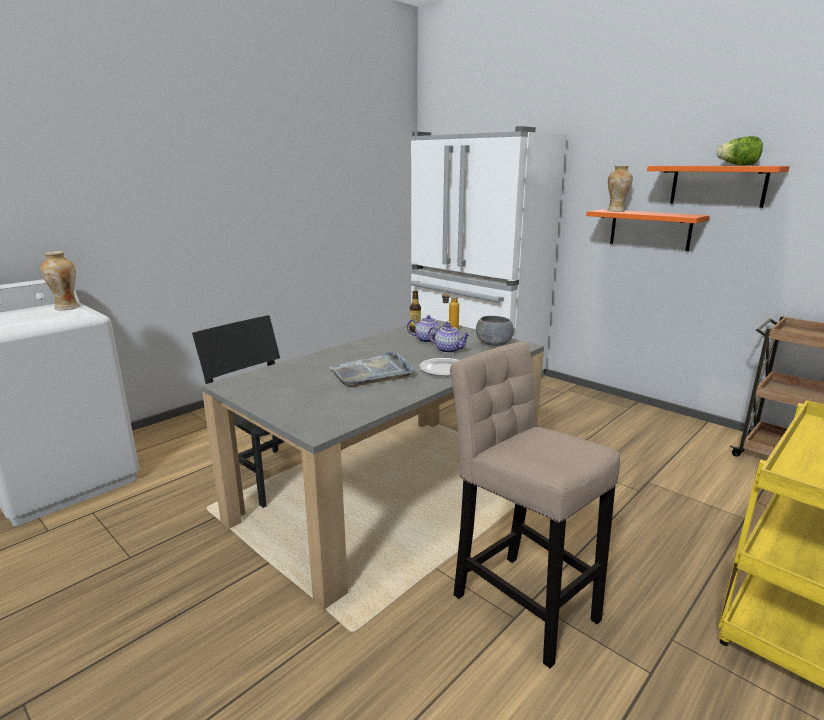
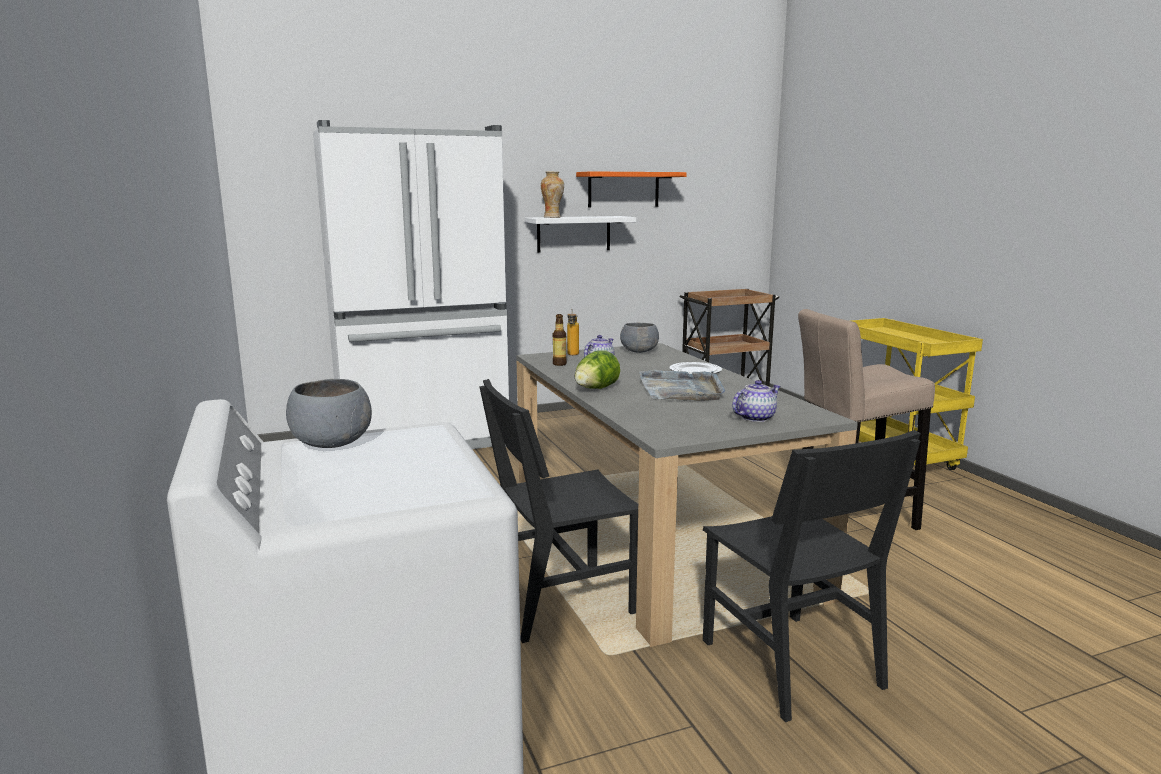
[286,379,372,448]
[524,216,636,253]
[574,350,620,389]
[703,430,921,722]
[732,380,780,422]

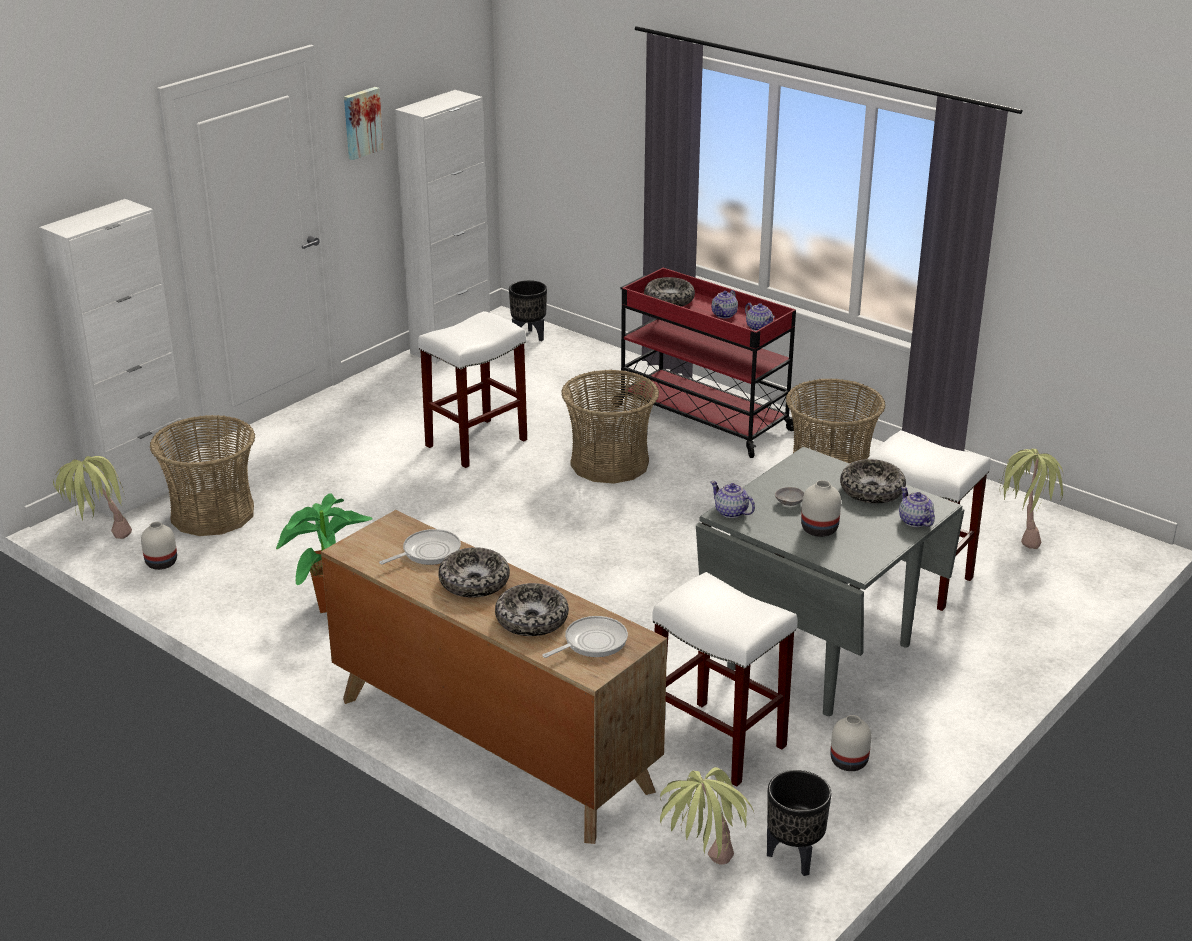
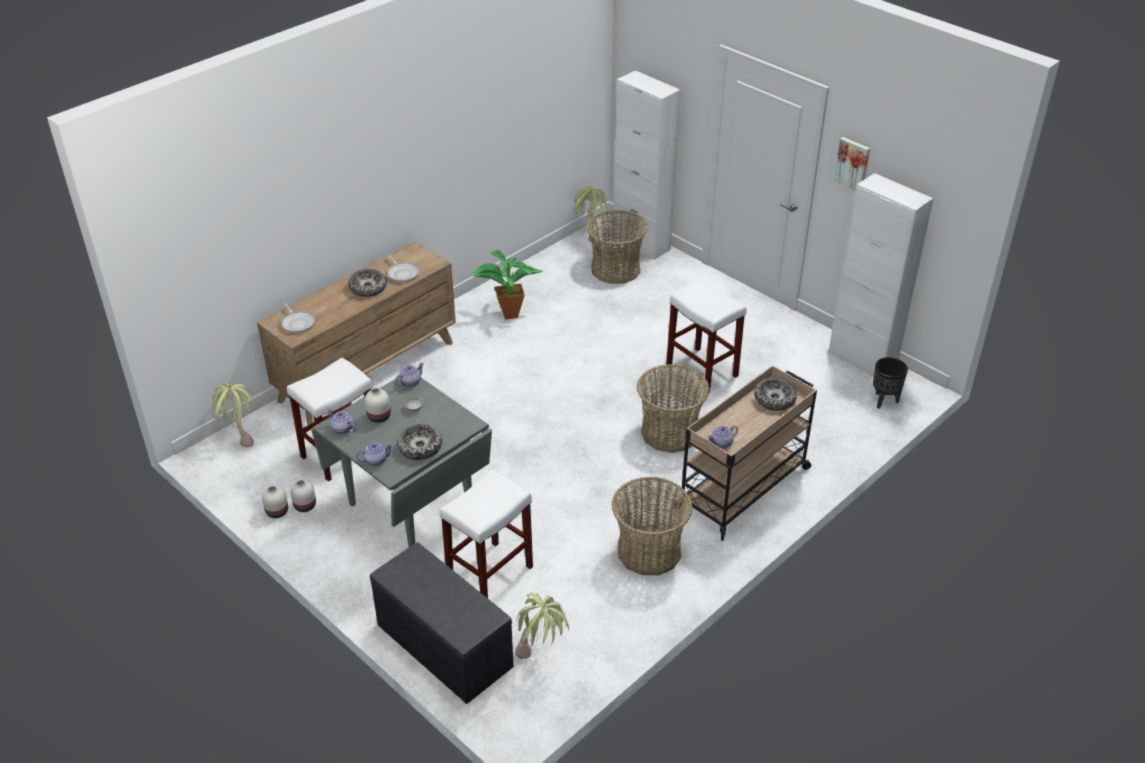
[262,486,288,518]
[327,409,356,434]
[370,542,514,704]
[671,365,817,541]
[495,583,569,636] (first image)
[767,770,832,876] (first image)

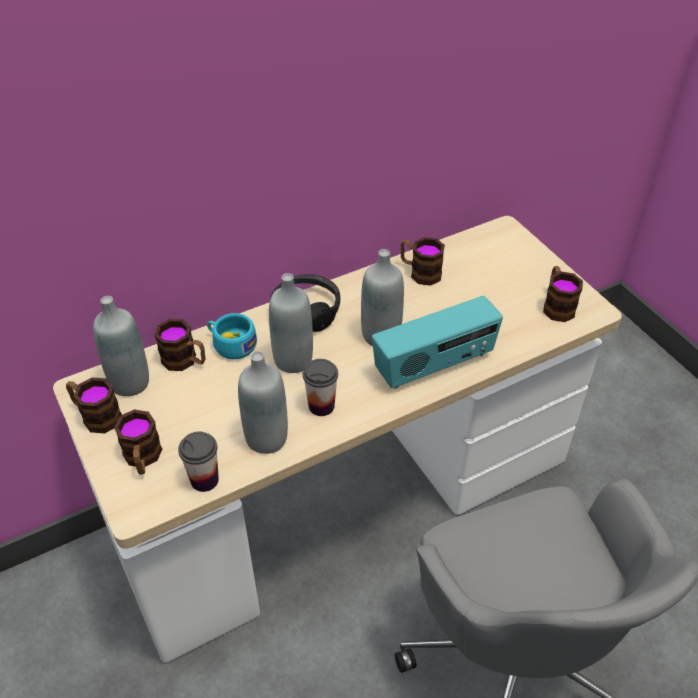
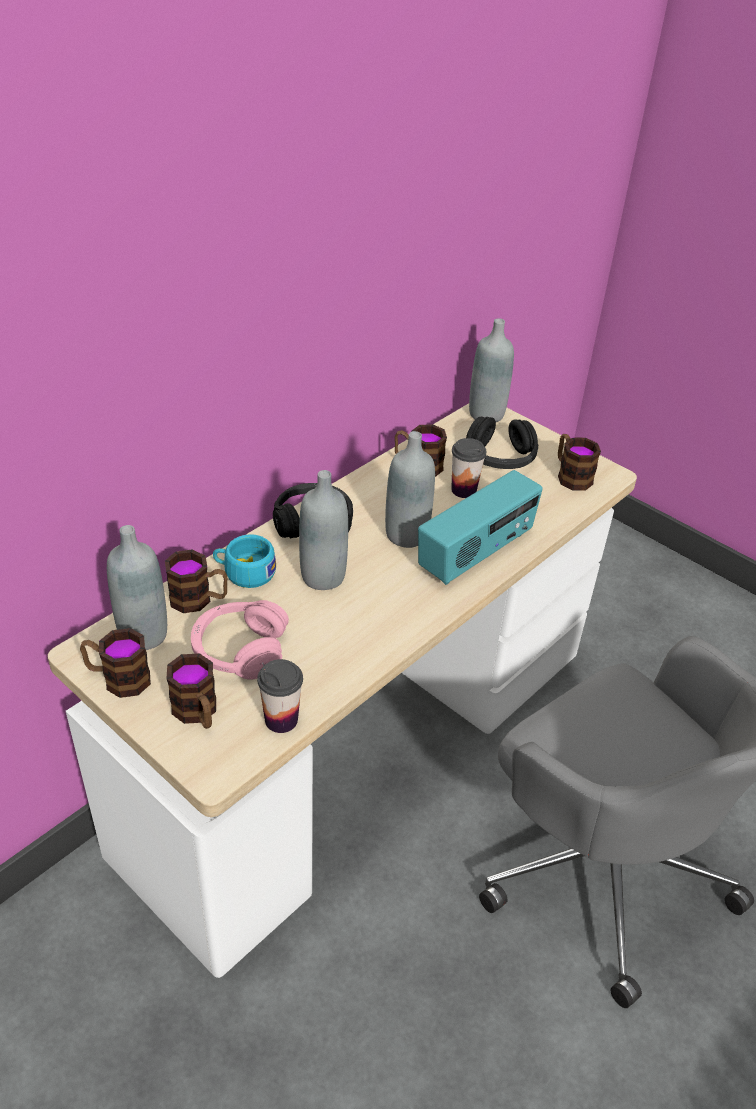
[191,600,289,679]
[451,438,487,498]
[466,416,538,469]
[469,318,514,422]

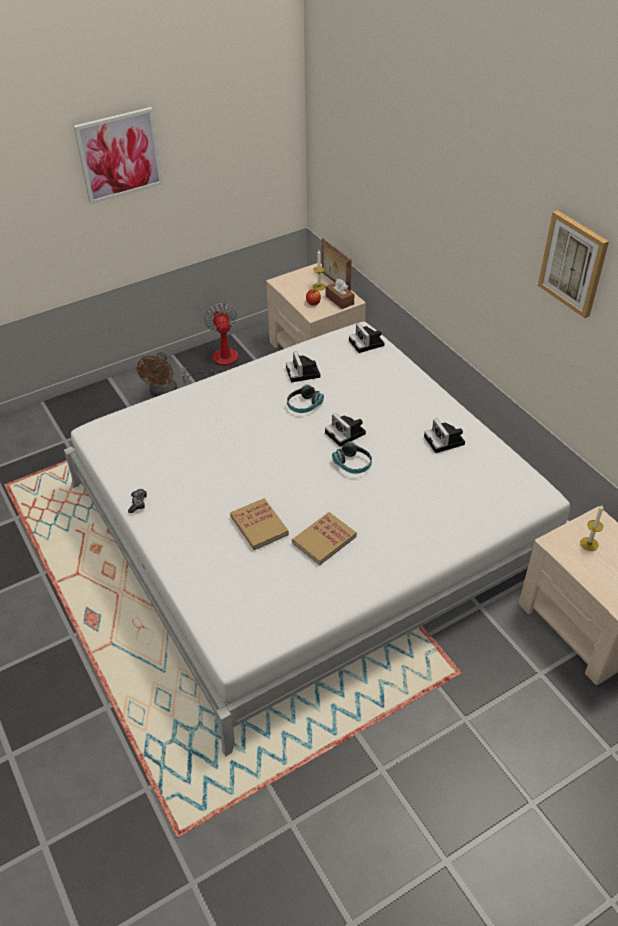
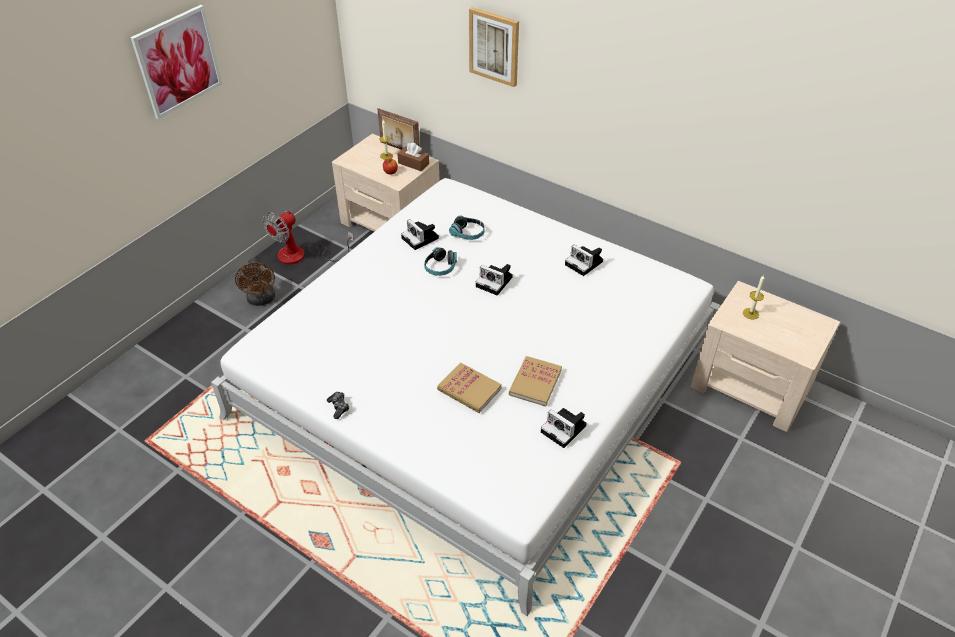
[262,211,354,265]
[449,216,485,240]
[469,7,519,87]
[541,408,587,448]

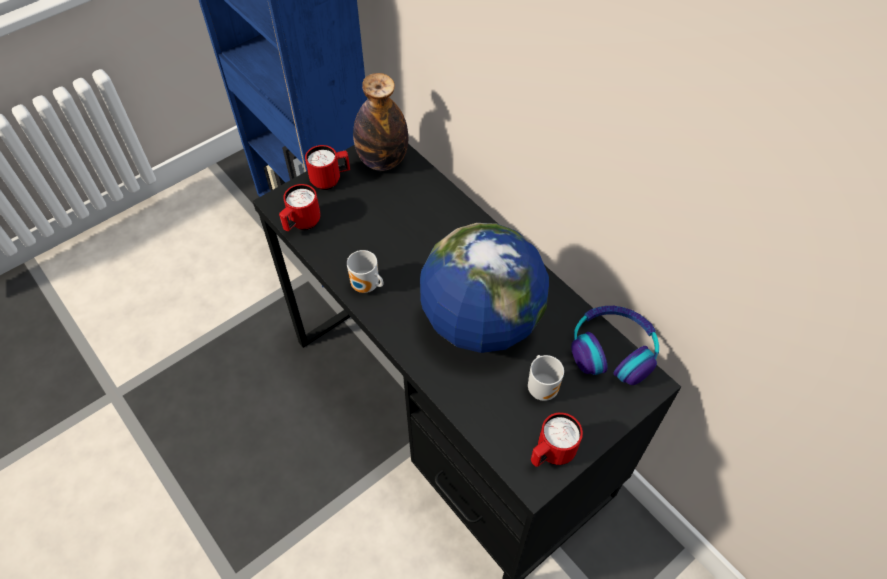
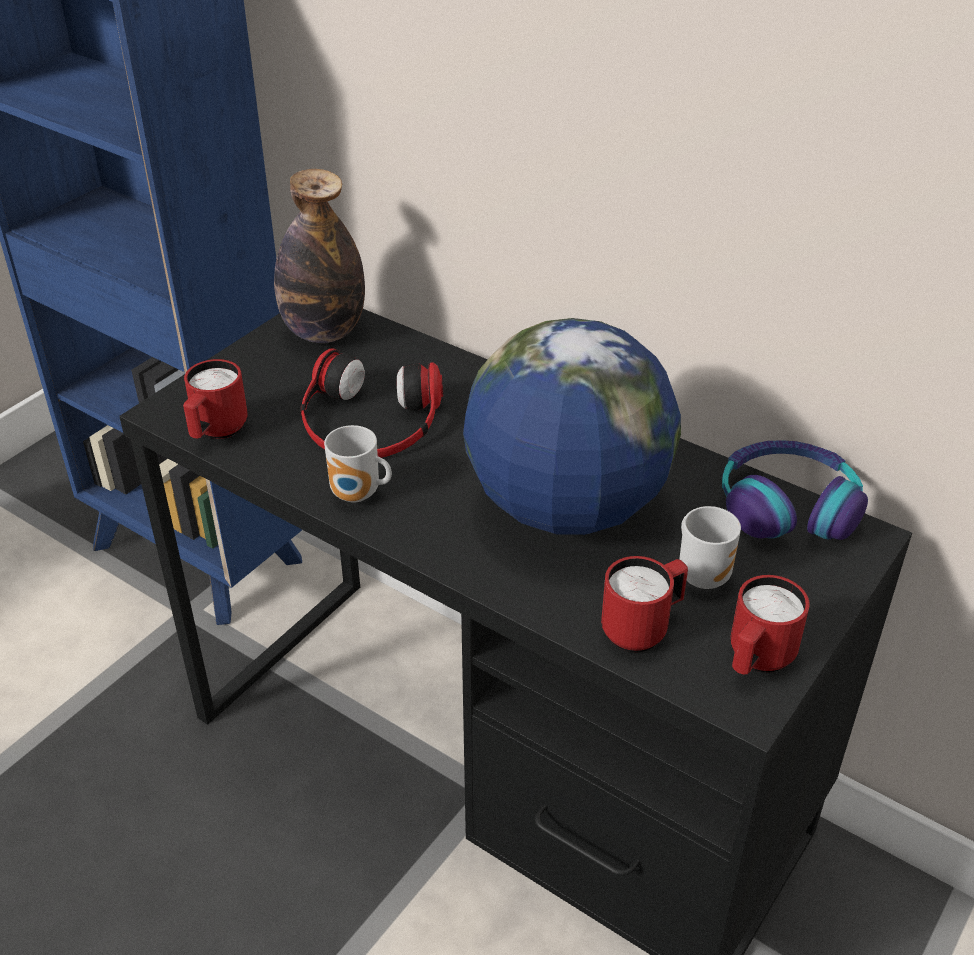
[300,349,443,458]
[601,556,688,652]

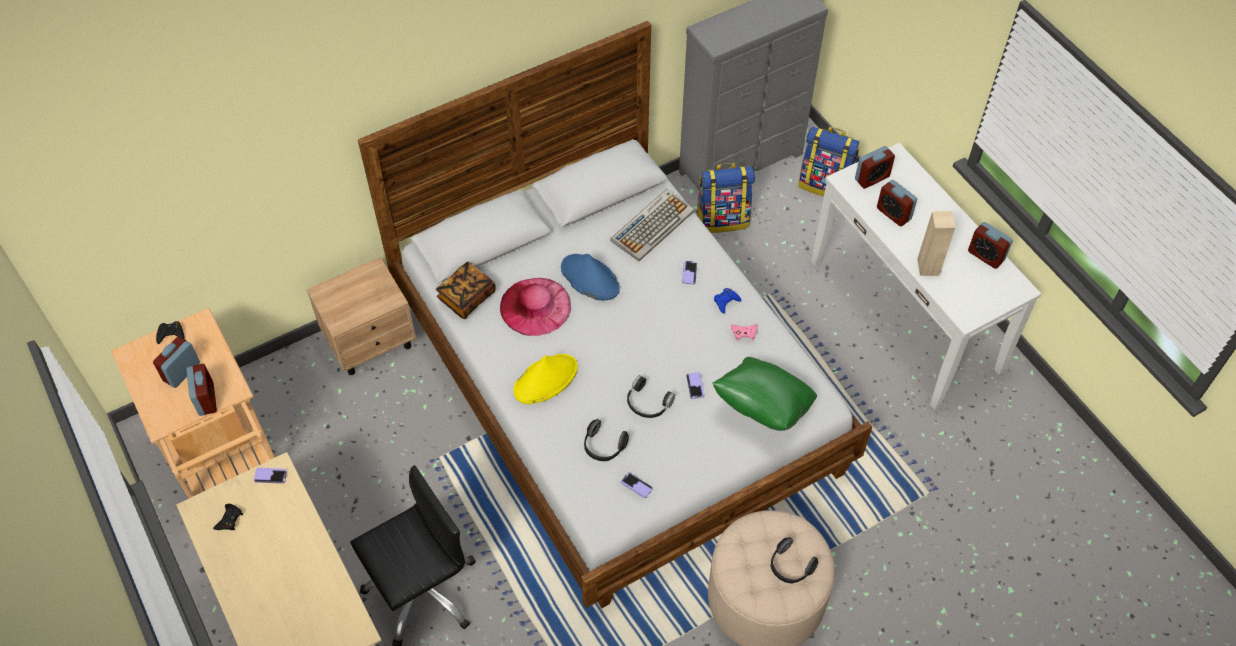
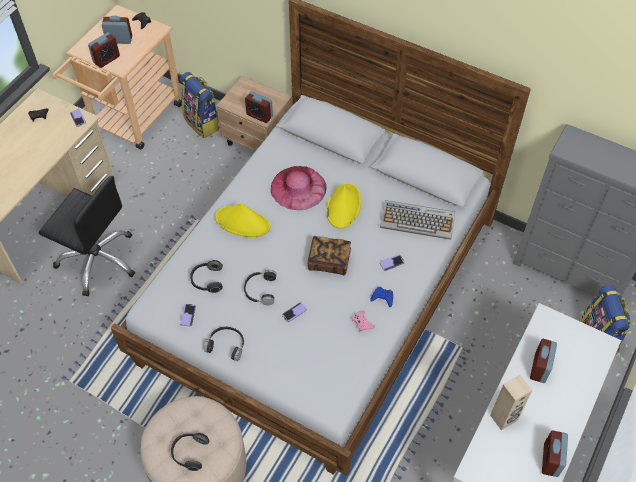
[180,72,220,138]
[204,327,244,361]
[245,91,273,123]
[308,236,351,275]
[327,183,361,229]
[712,357,817,431] (first image)

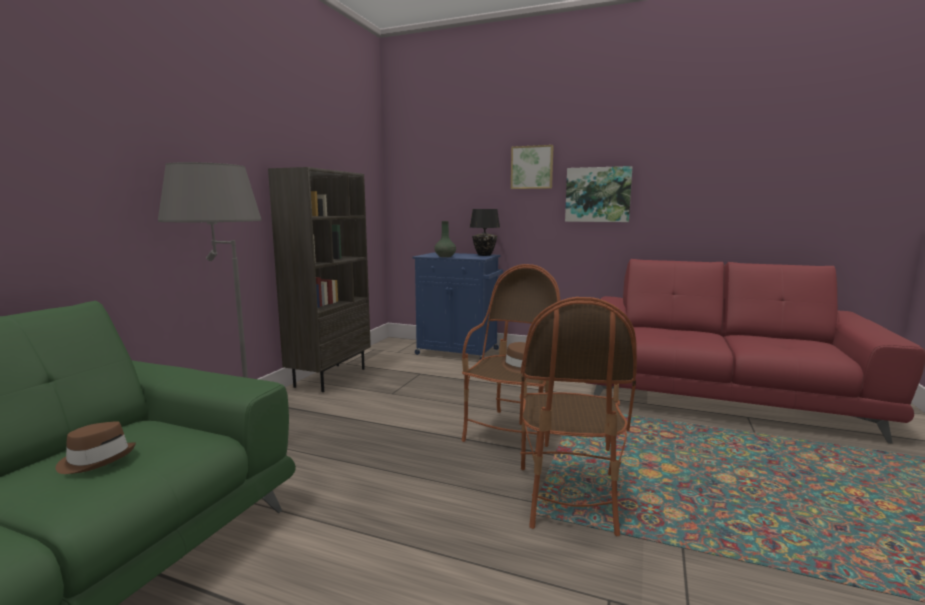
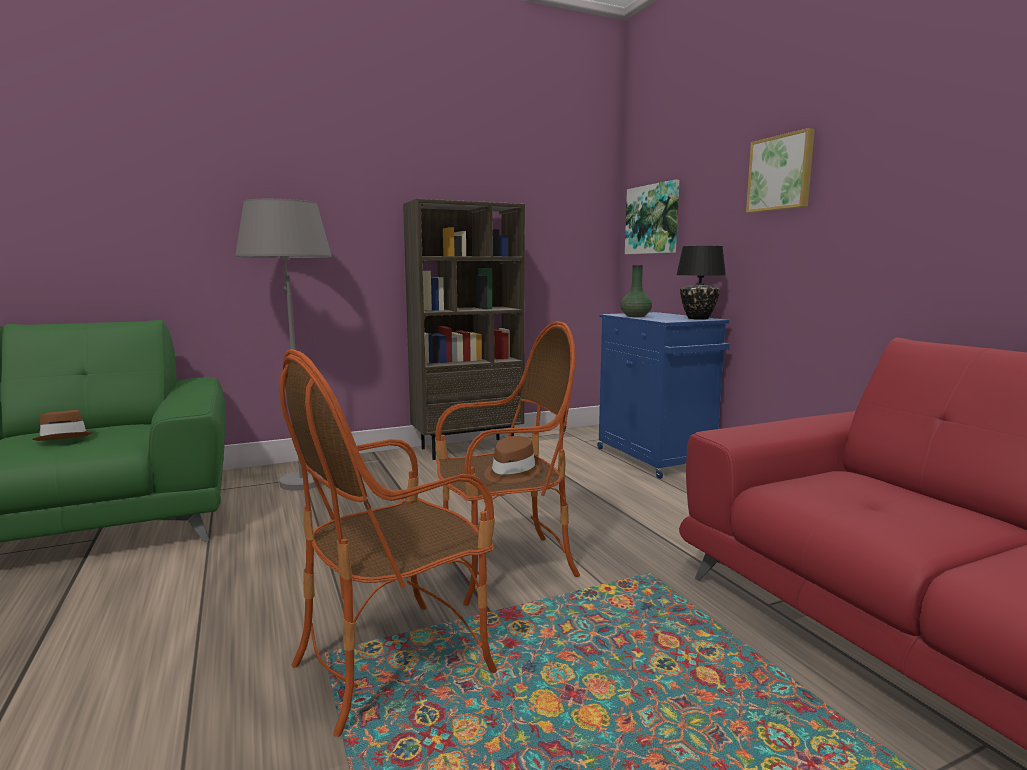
[625,180,679,254]

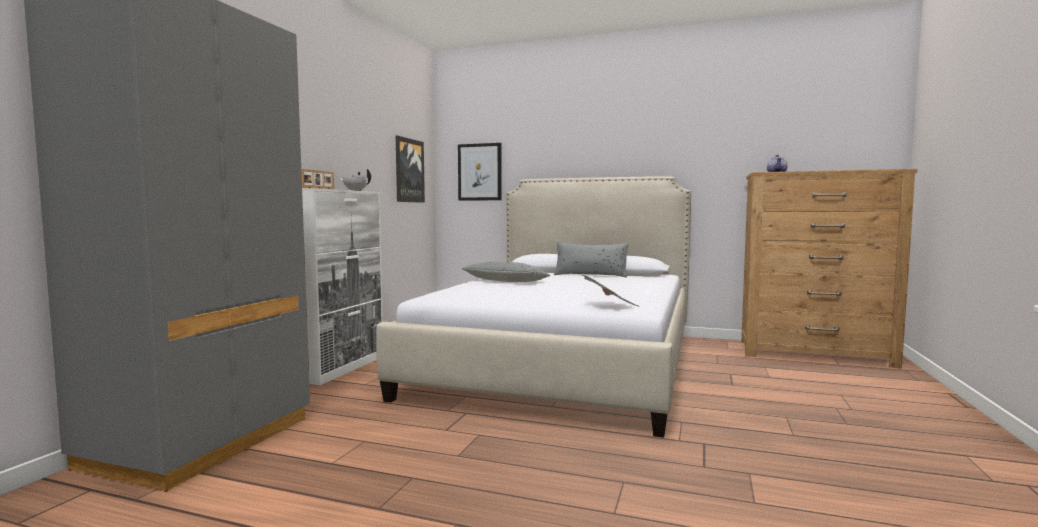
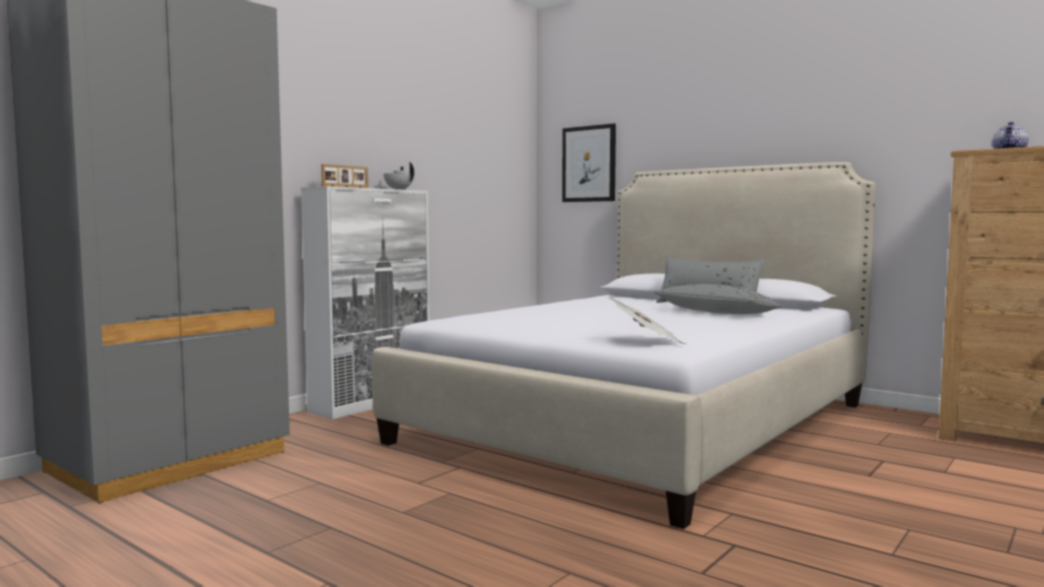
[654,284,782,314]
[396,136,425,203] (first image)

